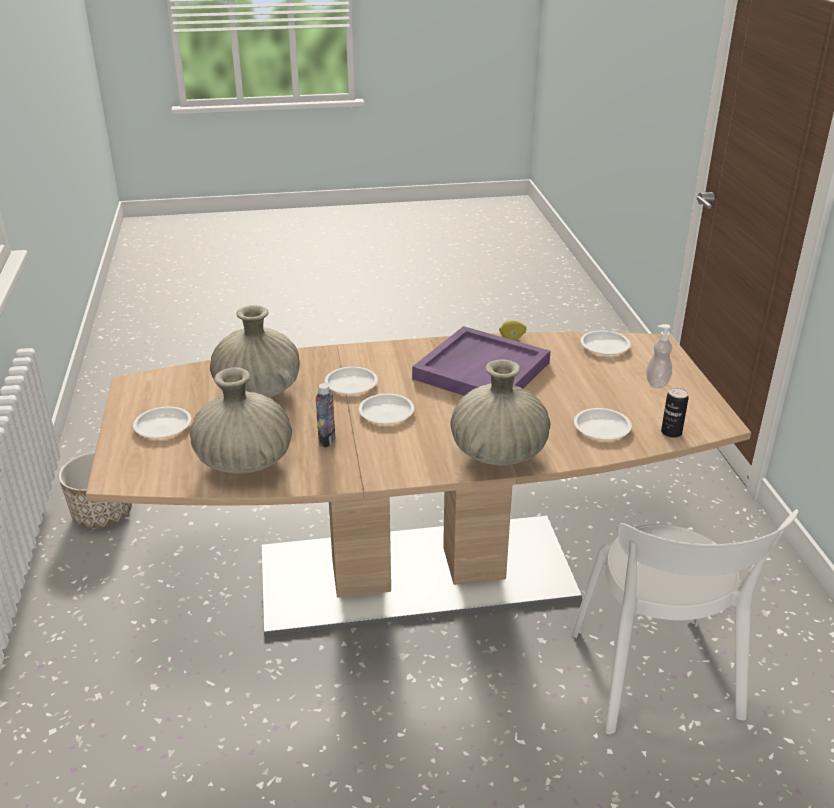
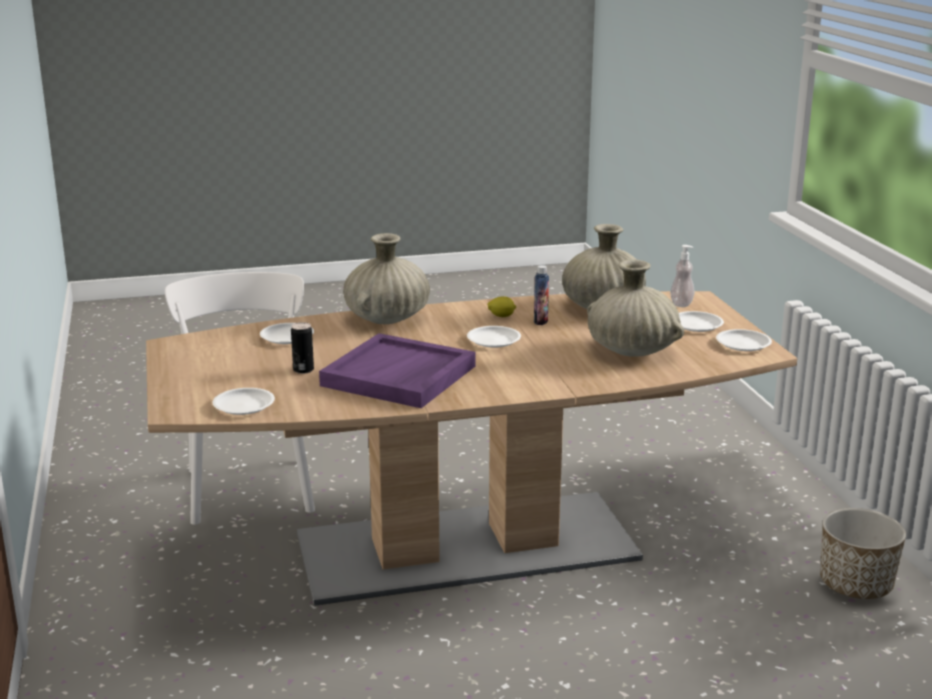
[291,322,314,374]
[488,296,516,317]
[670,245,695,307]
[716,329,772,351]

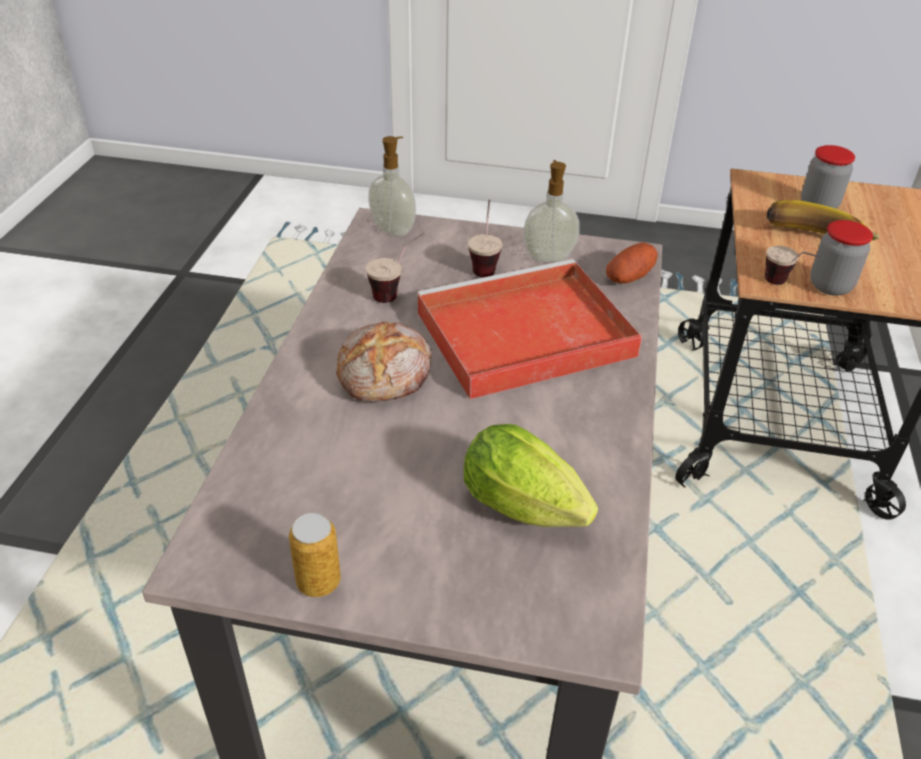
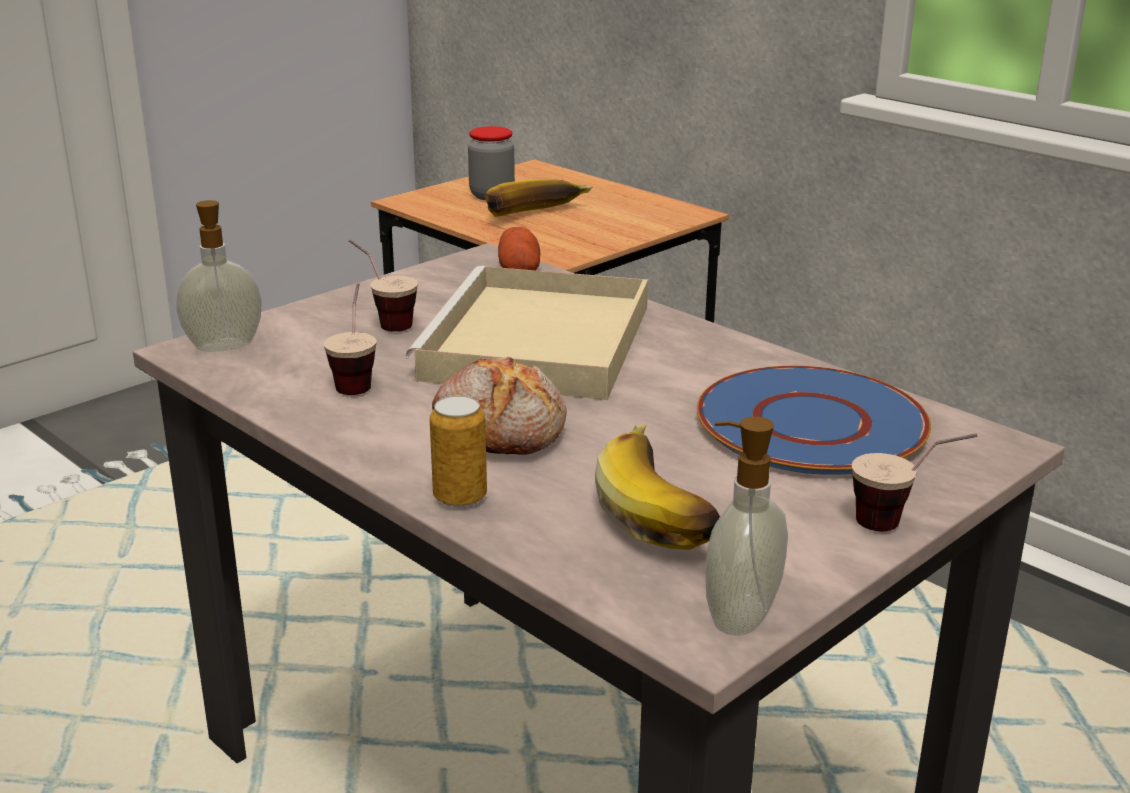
[406,266,648,400]
[430,396,487,507]
[595,424,720,550]
[697,366,931,475]
[705,416,788,636]
[852,433,977,531]
[810,220,873,296] (first image)

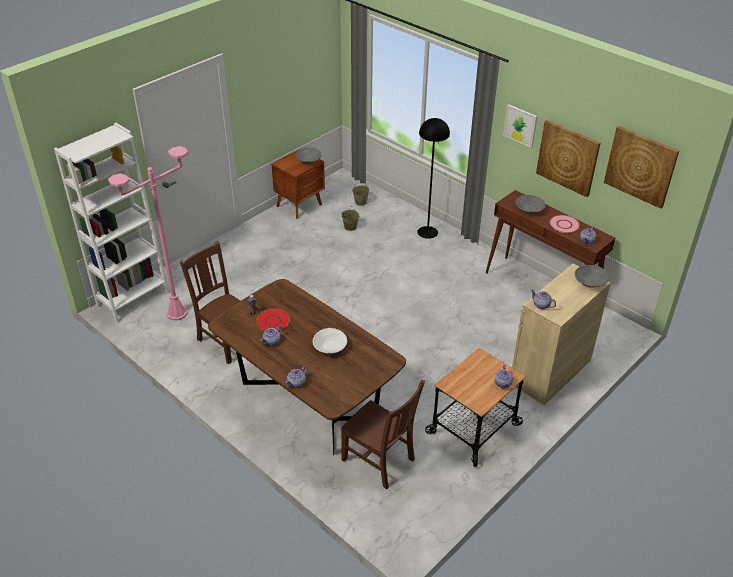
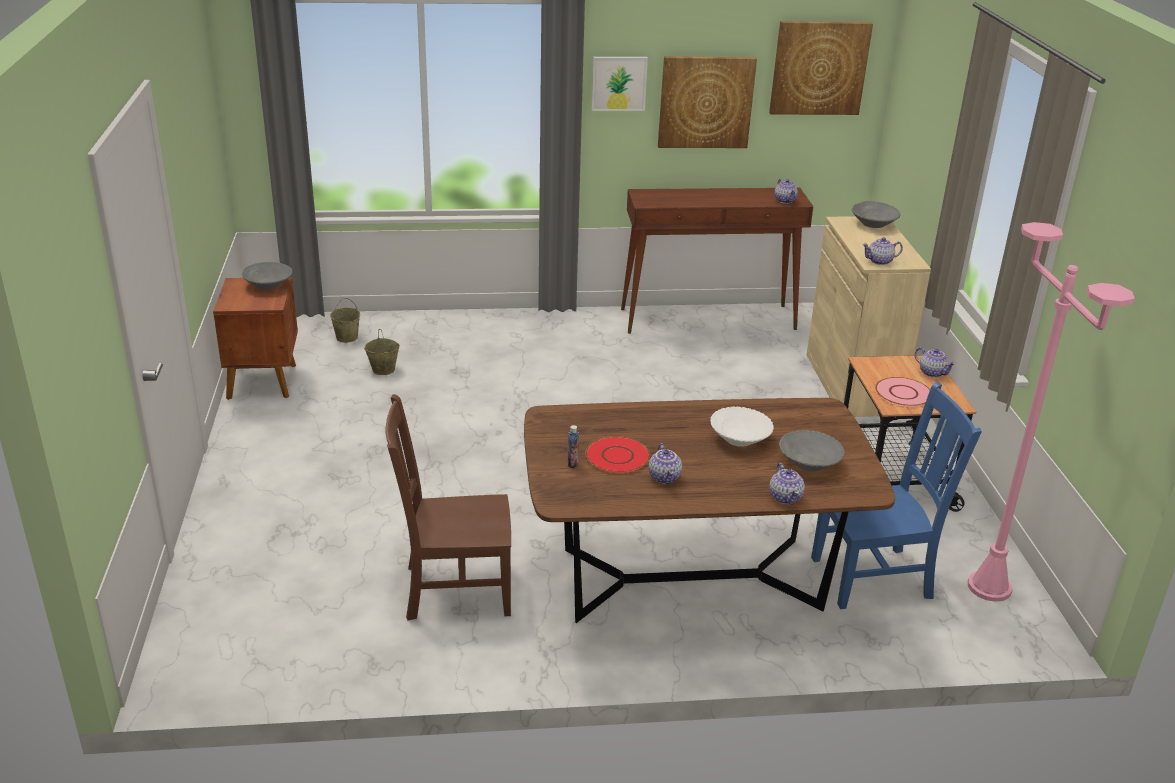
[779,430,845,472]
[811,382,982,609]
[875,377,930,407]
[968,222,1135,602]
[54,123,169,323] (first image)
[417,118,450,239] (first image)

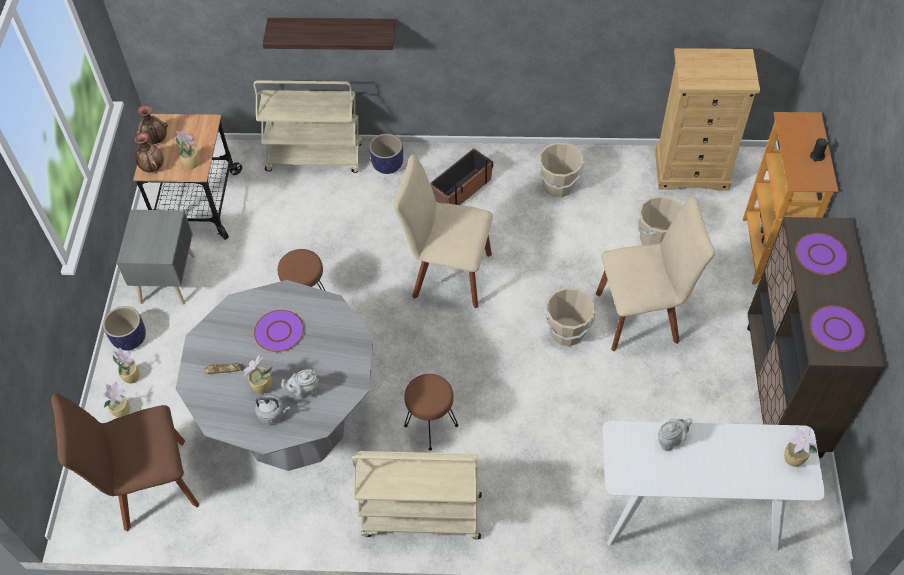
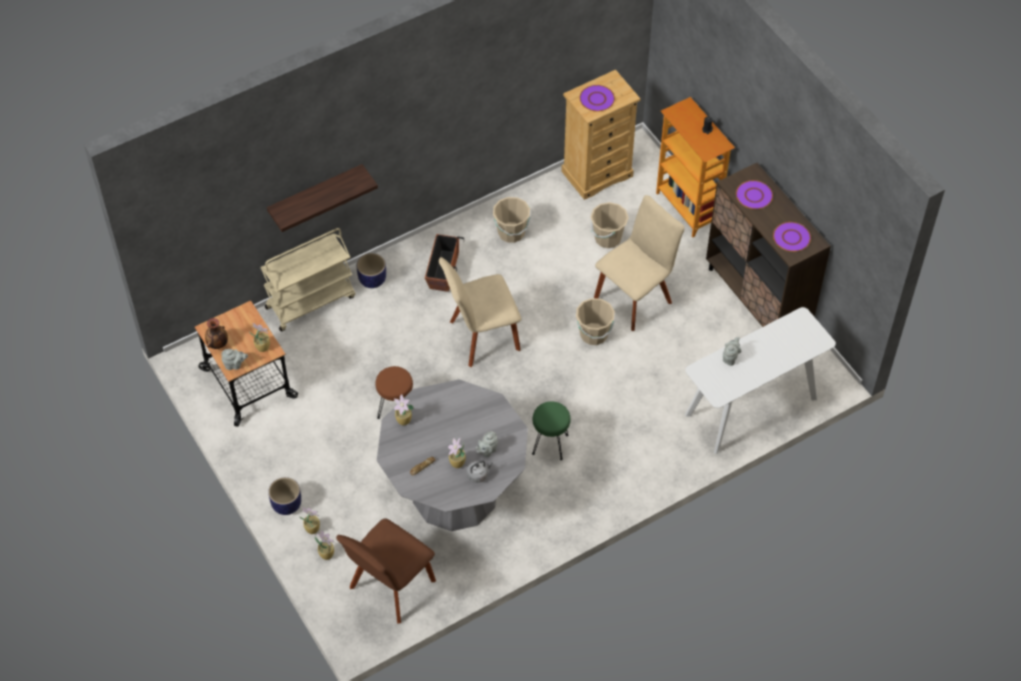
[221,349,248,370]
[394,394,414,425]
[532,401,570,460]
[580,85,615,111]
[117,210,195,305] (first image)
[352,451,482,539] (first image)

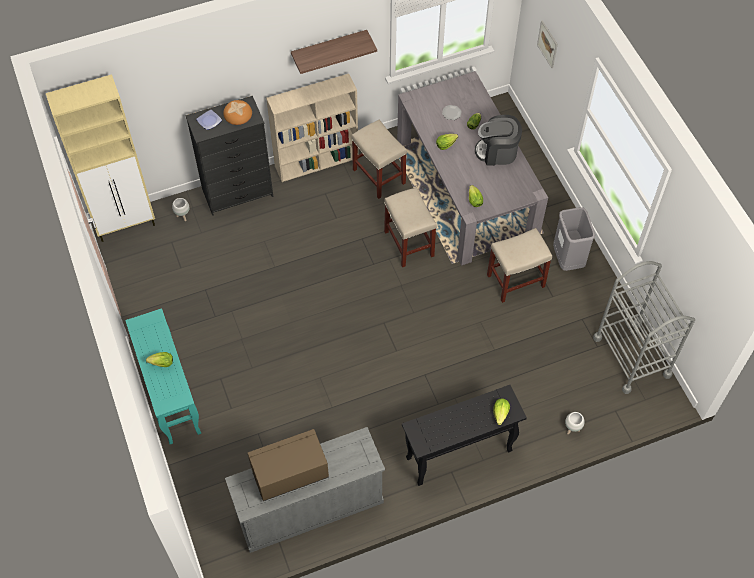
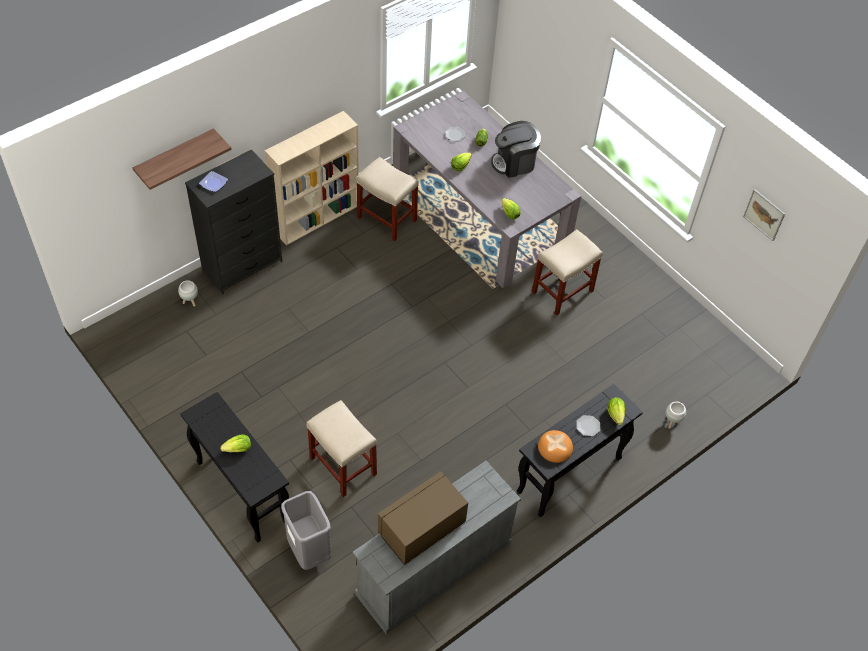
[133,128,232,190]
[180,392,289,543]
[281,491,331,570]
[306,400,377,497]
[538,430,573,463]
[576,415,600,436]
[743,189,785,241]
[46,74,155,242] (first image)
[593,261,695,394] (first image)

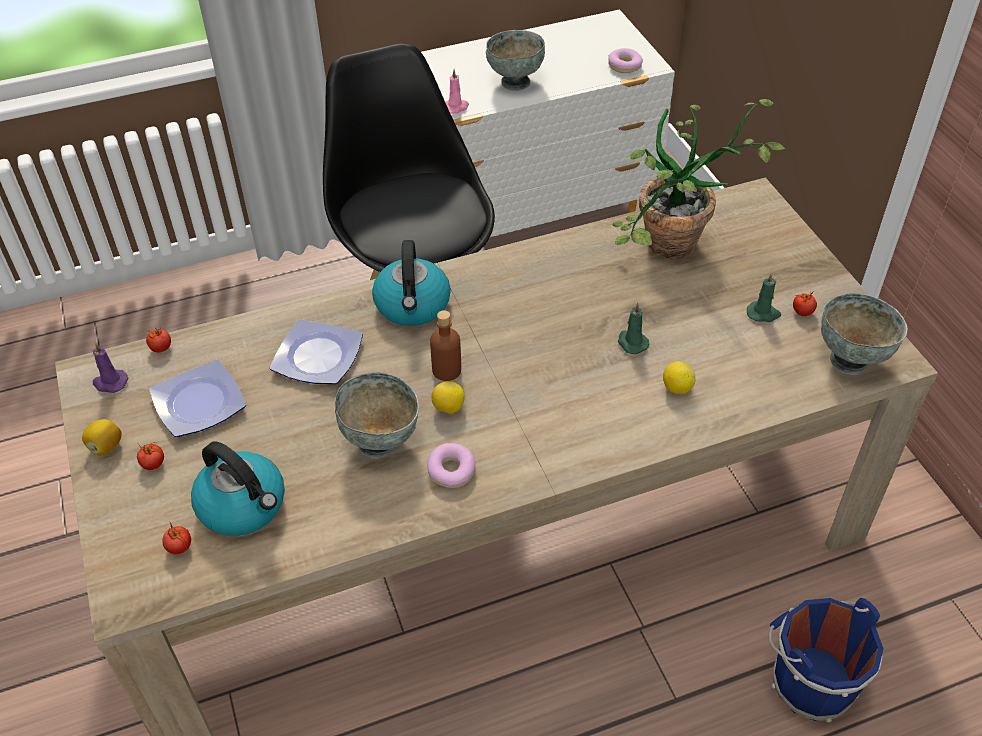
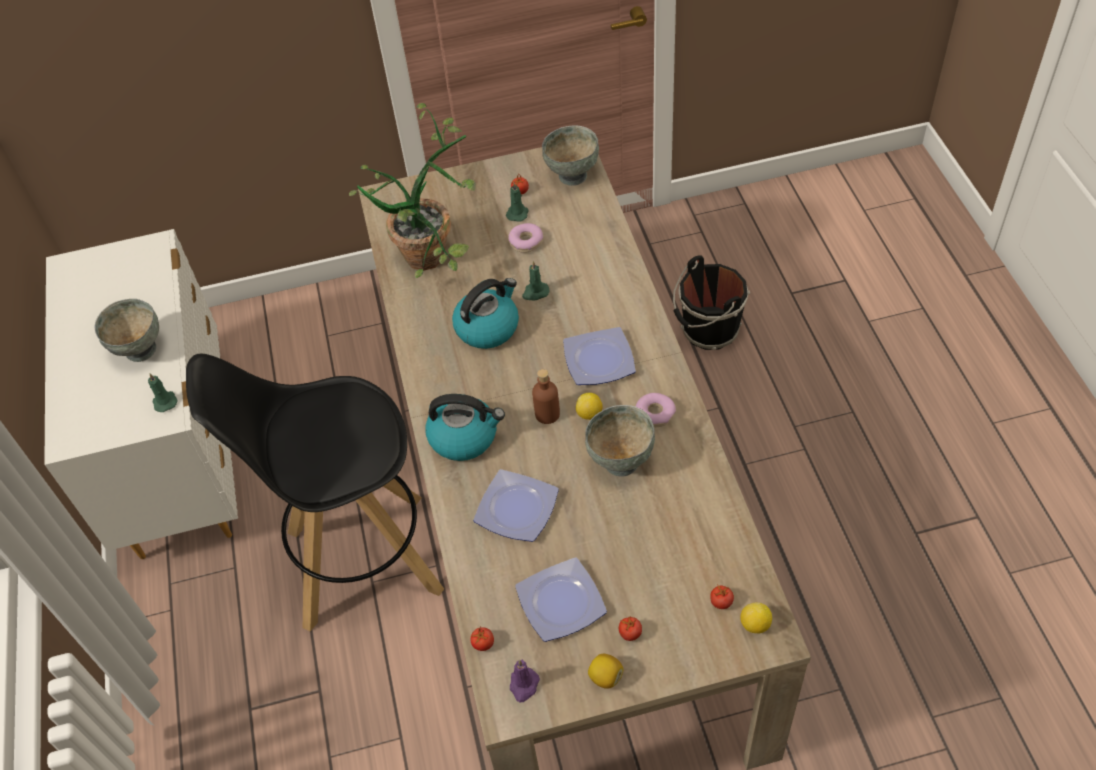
[148,373,178,412]
[452,278,519,349]
[509,223,543,253]
[563,327,636,385]
[673,255,750,350]
[740,602,772,634]

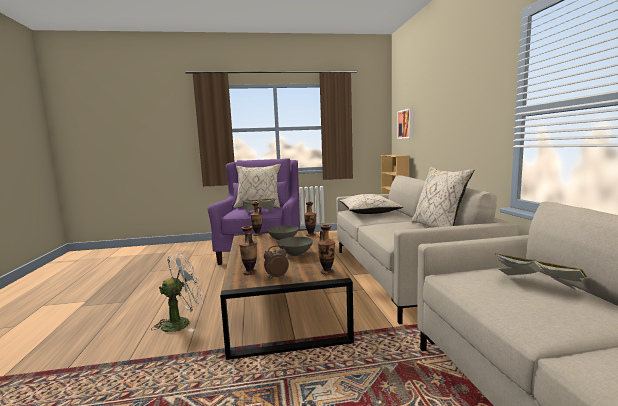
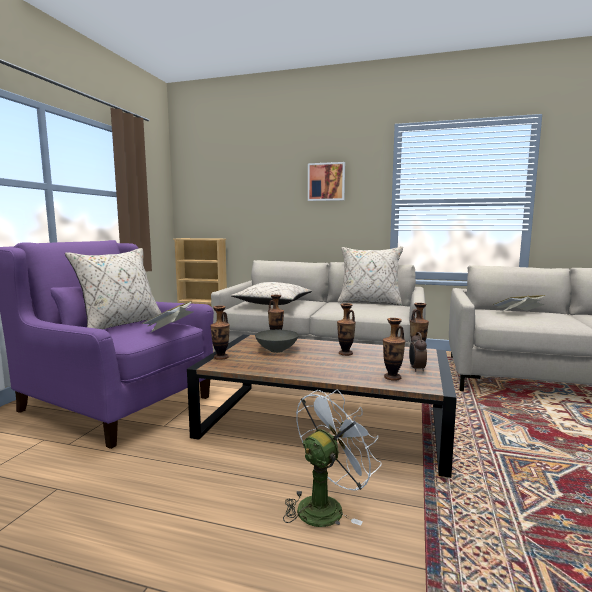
[283,389,382,527]
[308,162,345,201]
[337,303,356,356]

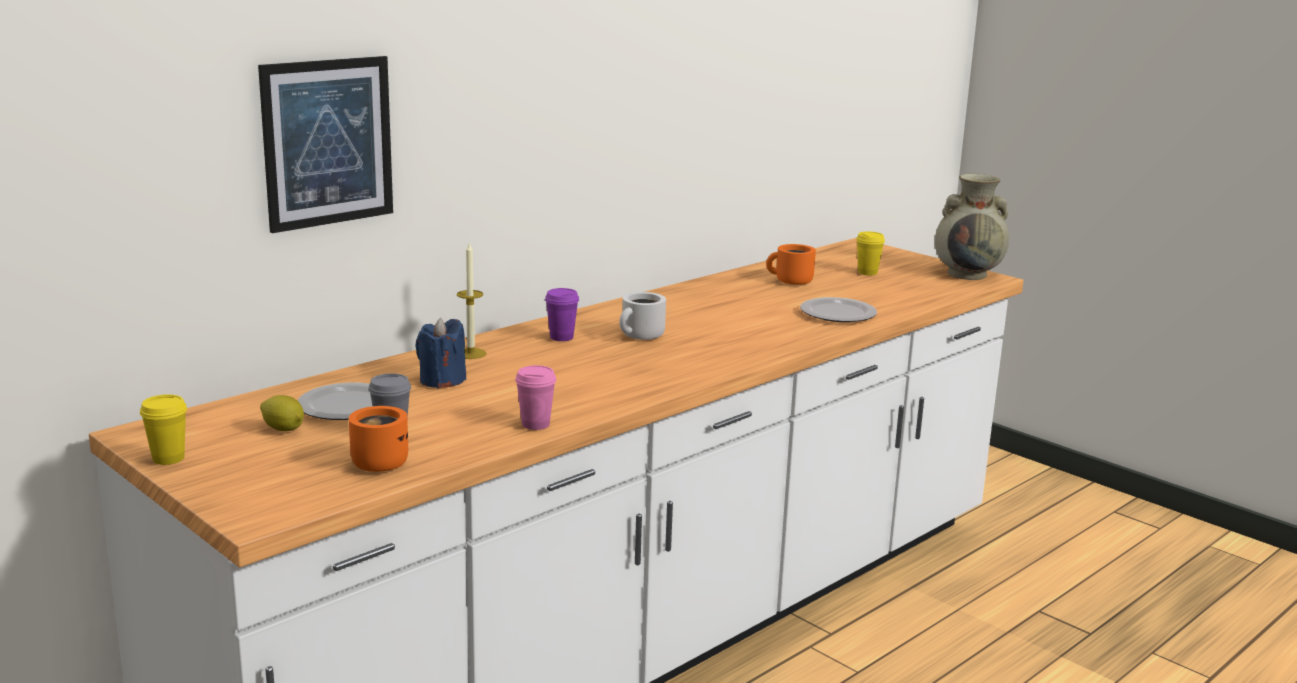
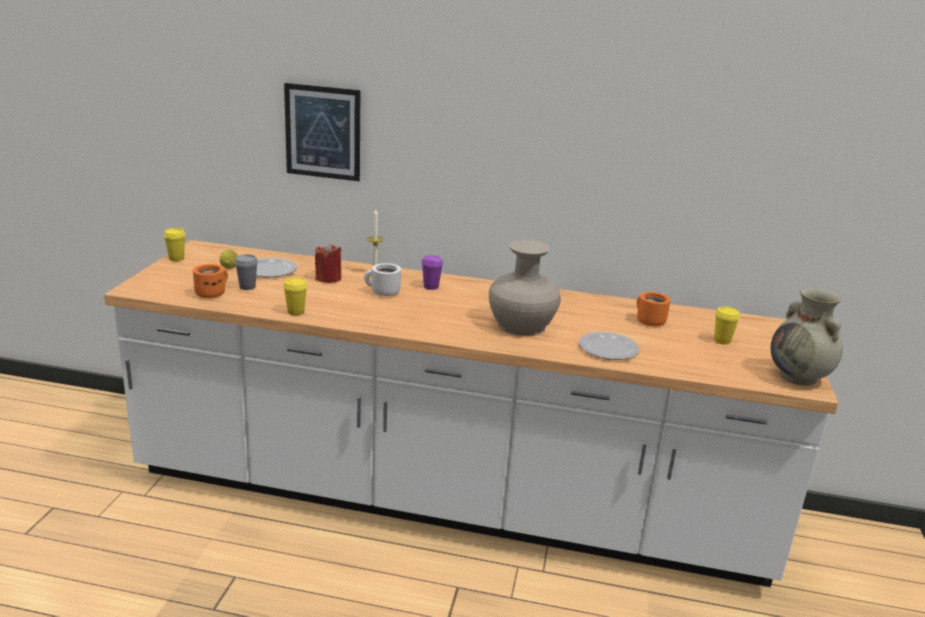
[283,277,308,315]
[315,243,341,283]
[364,263,401,296]
[489,240,561,336]

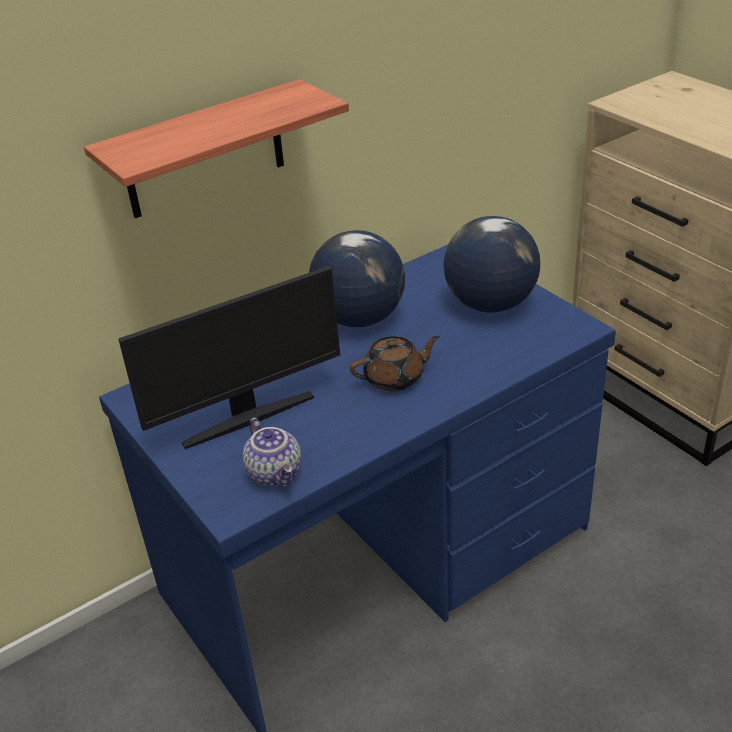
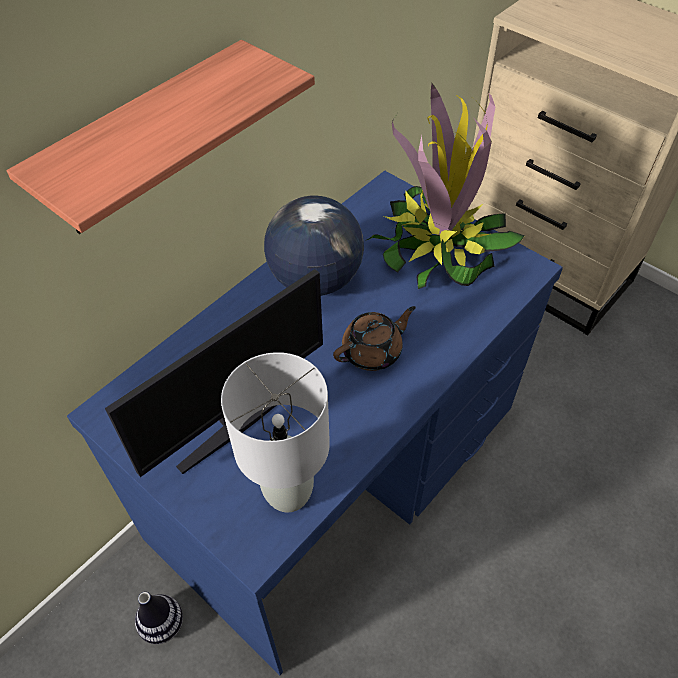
[135,592,183,644]
[221,352,330,512]
[367,83,525,289]

